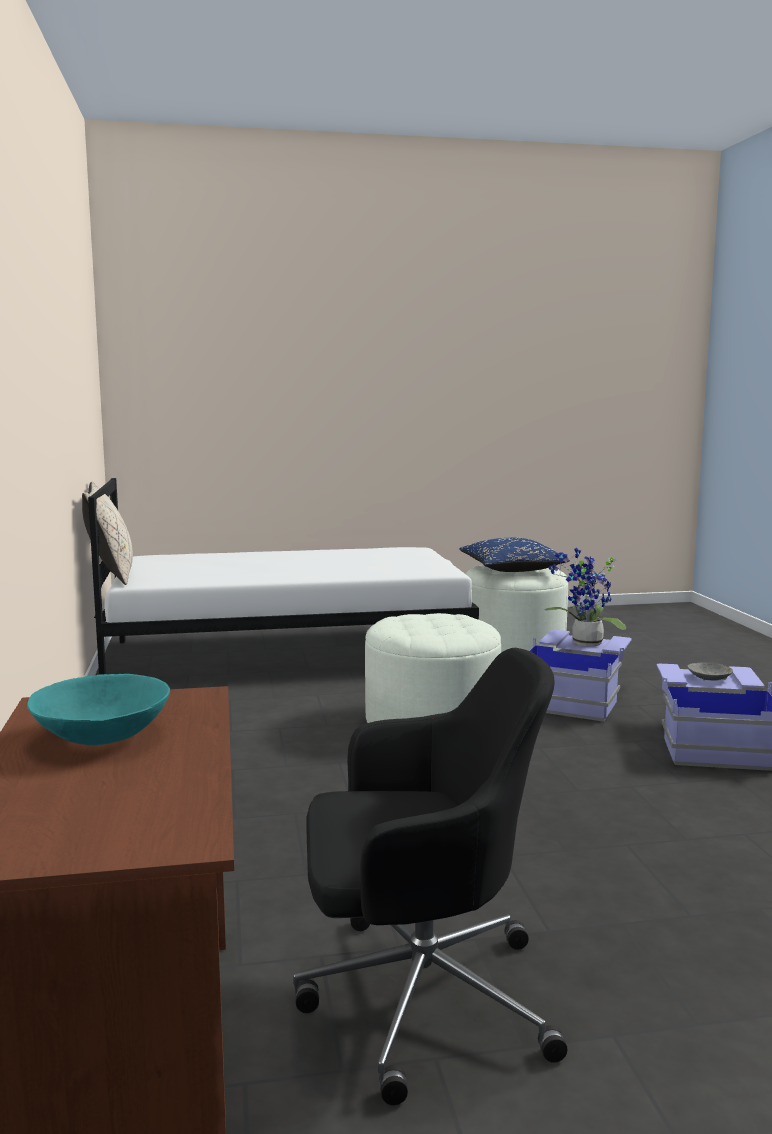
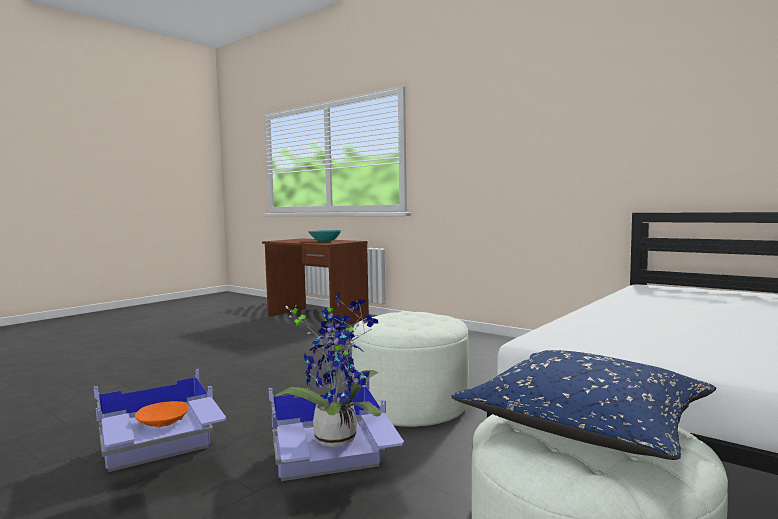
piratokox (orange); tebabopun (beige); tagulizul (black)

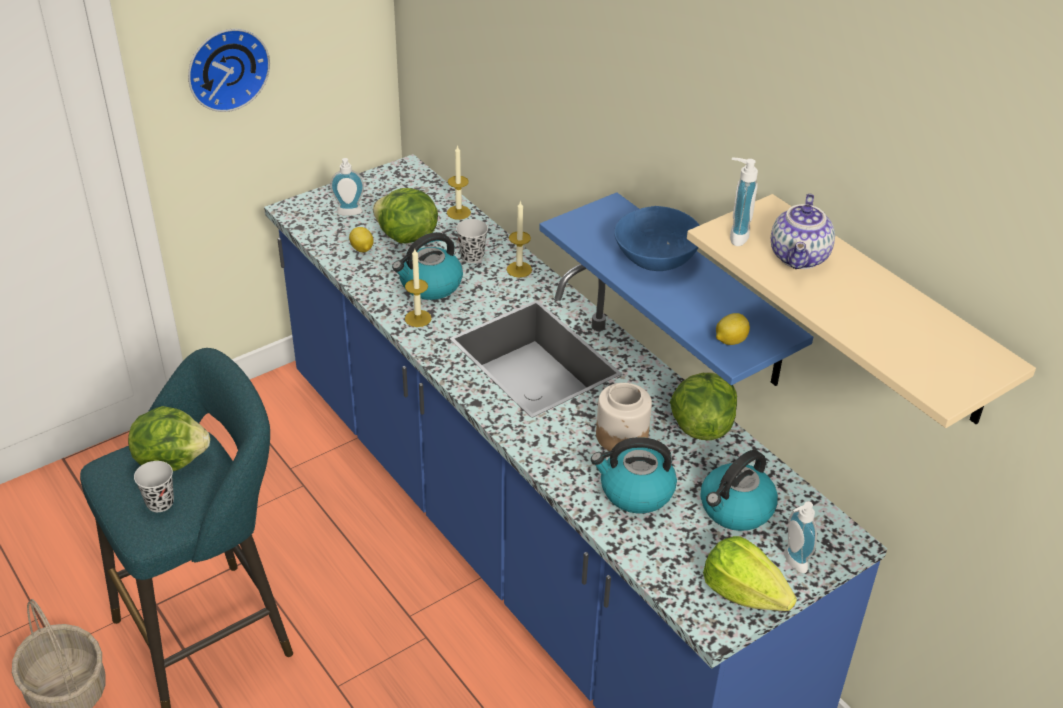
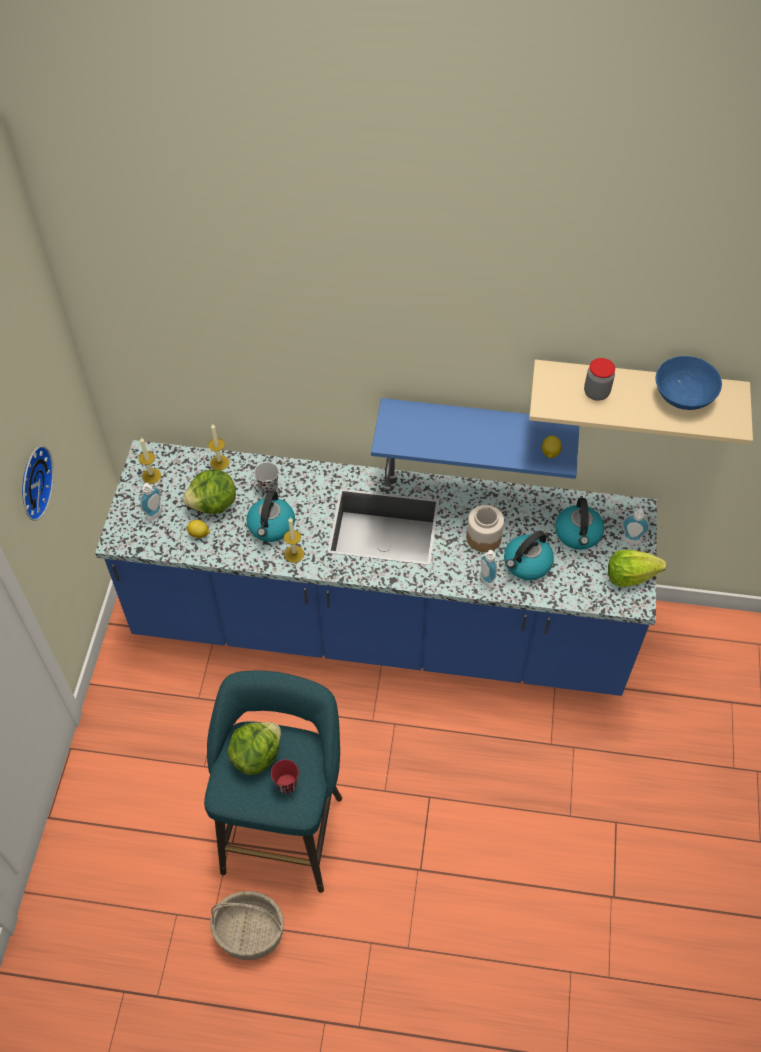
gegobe (no. 1 from left); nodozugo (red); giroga (no. 2 from left); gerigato (no. 2 from left); piratokox (blue); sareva (no. 3 from left in the first image)

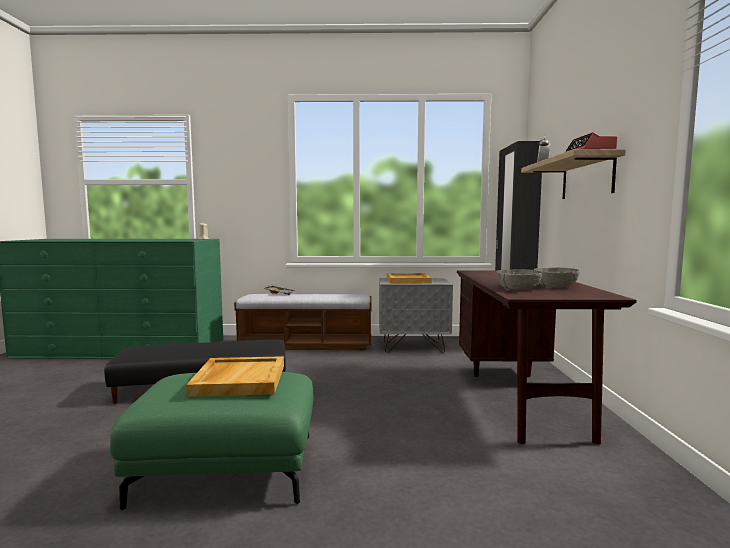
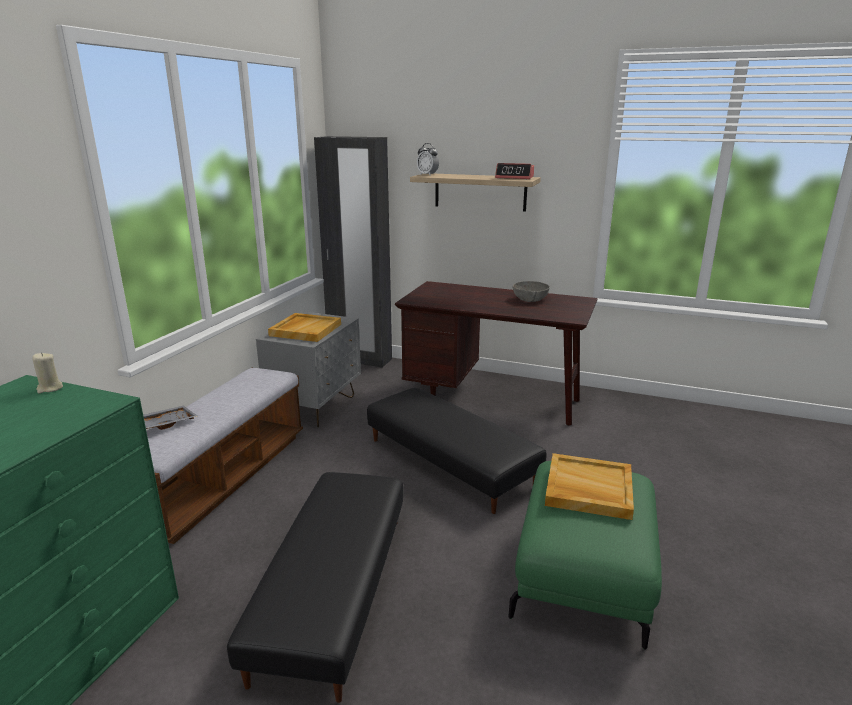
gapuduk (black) (no. 2 from left); piratokox (grey) (no. 1 from left in the first image)

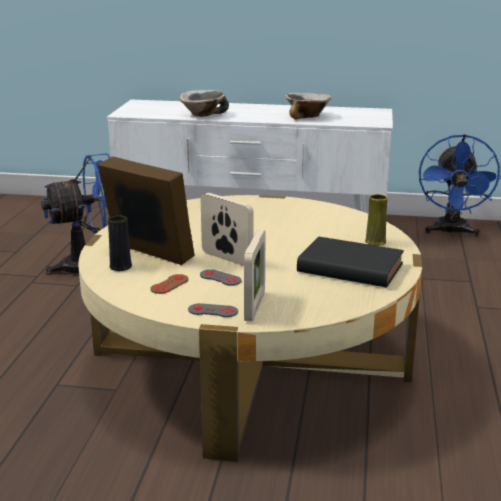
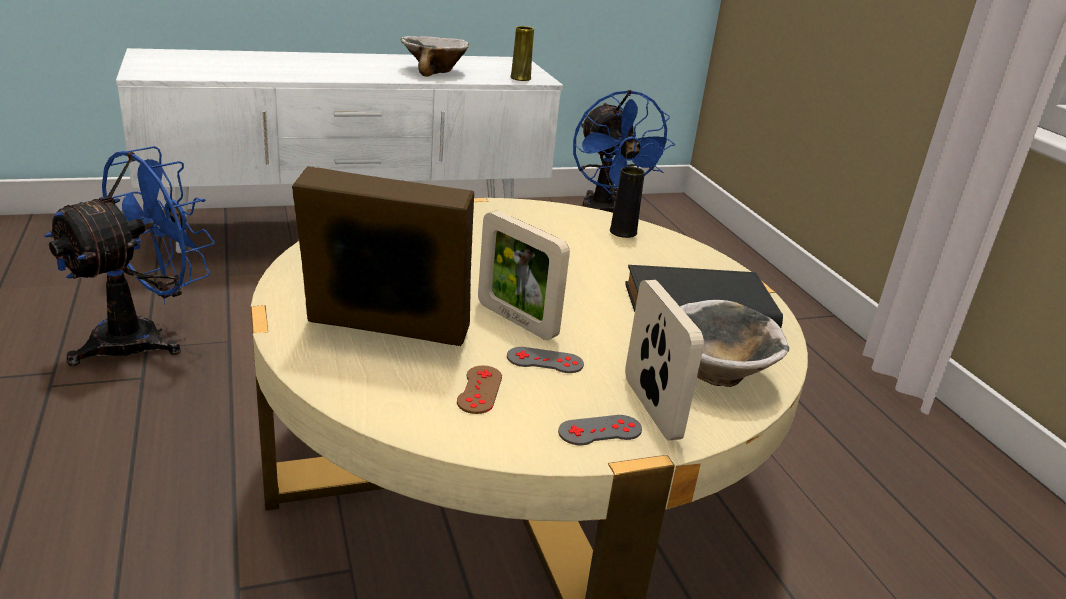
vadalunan (no. 2 from left); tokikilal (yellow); tokikilal (black); piratokox (no. 2 from left)

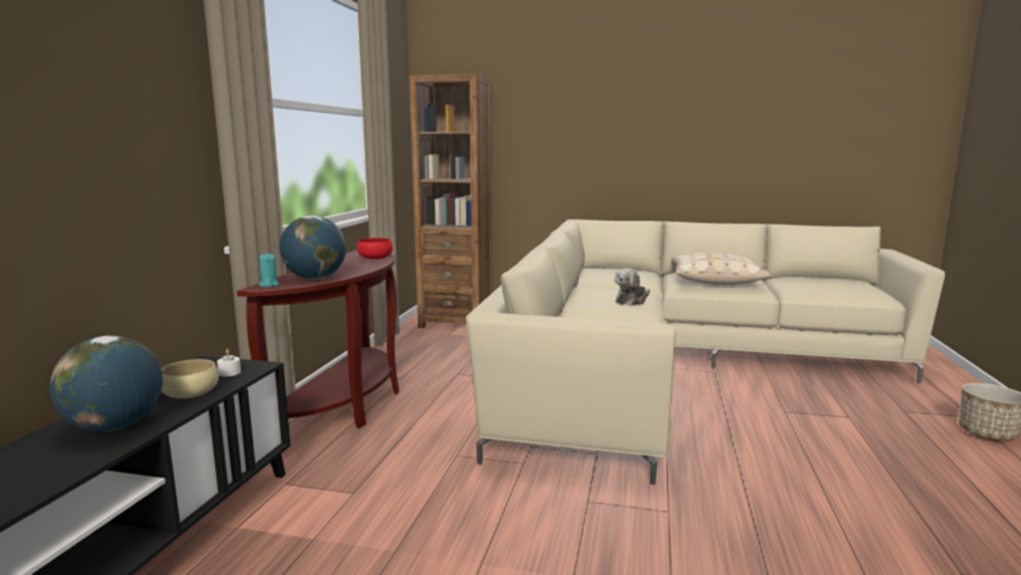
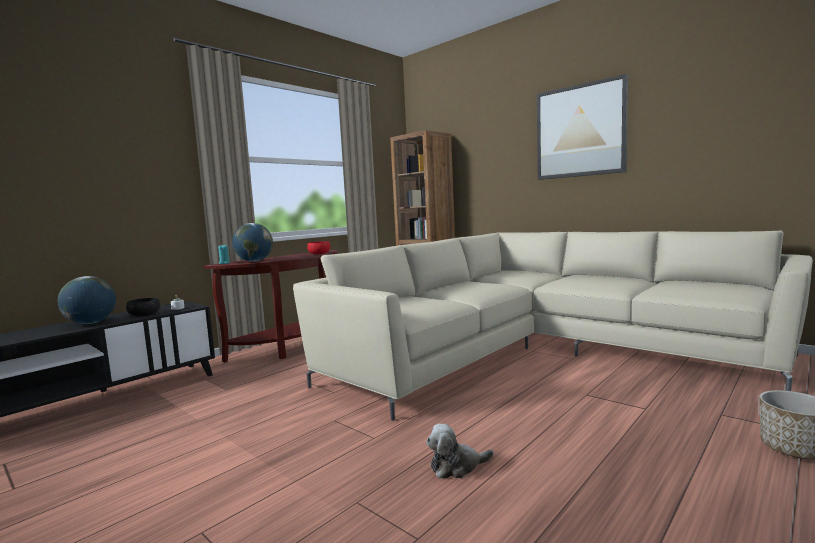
piratokox (black); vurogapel; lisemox; tebabopun (beige)

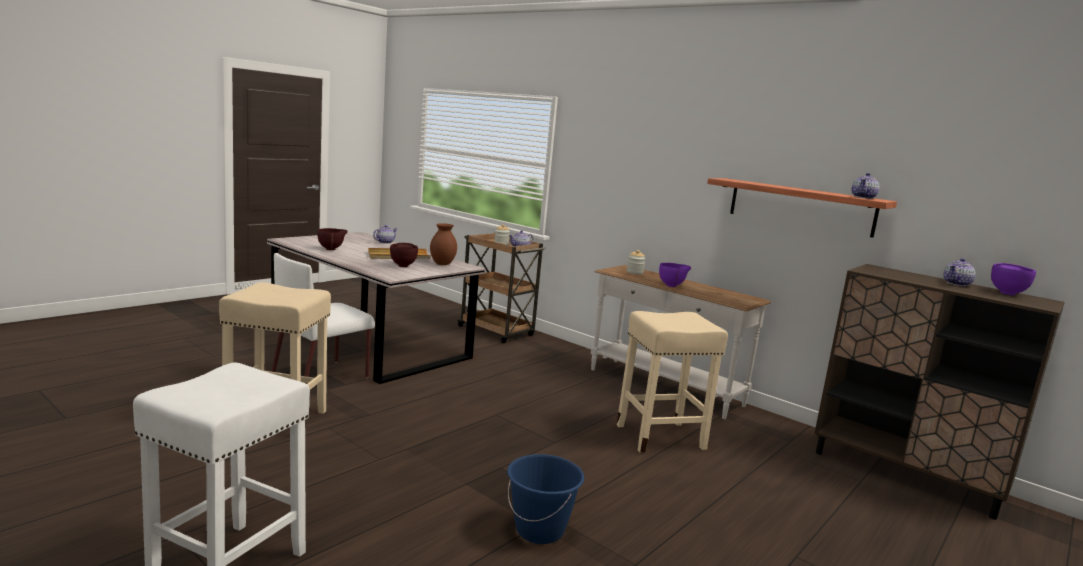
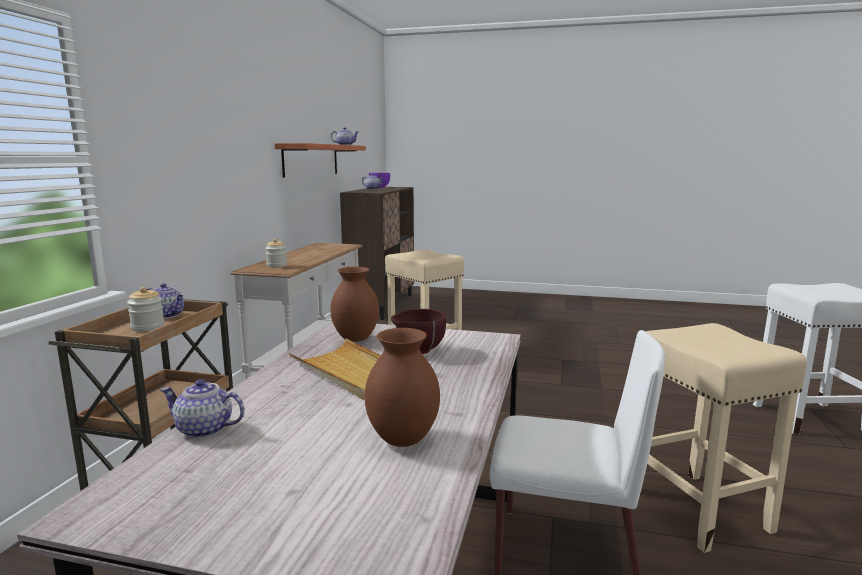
tokikilal (brown) (no. 2 from left); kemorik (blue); piratokox (purple) (no. 1 from left in the first image)

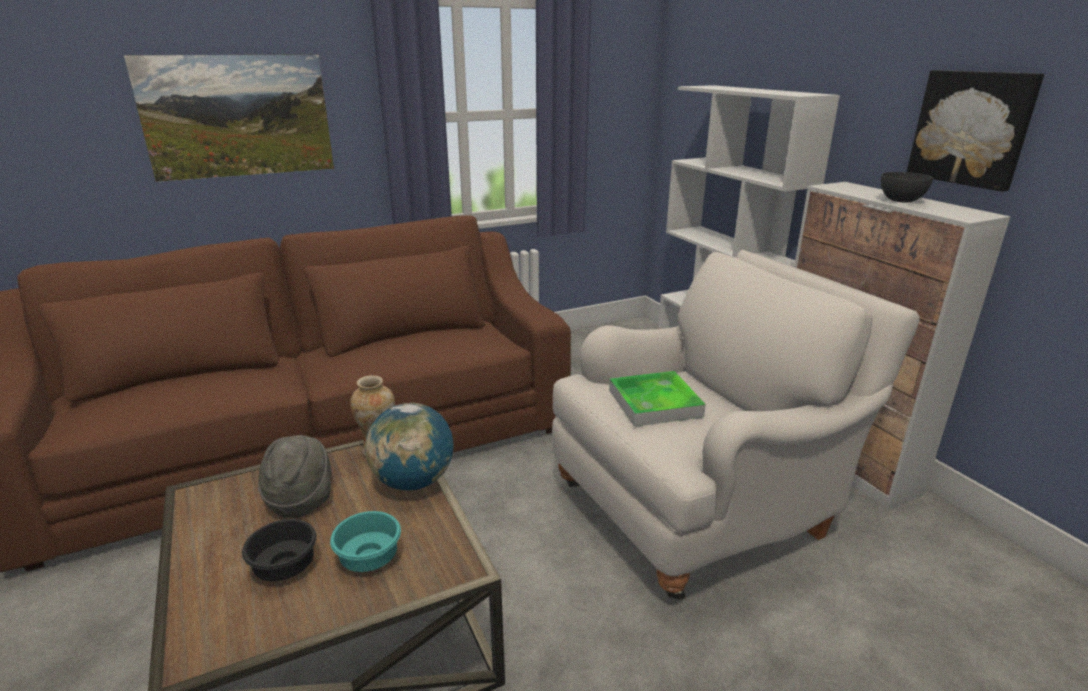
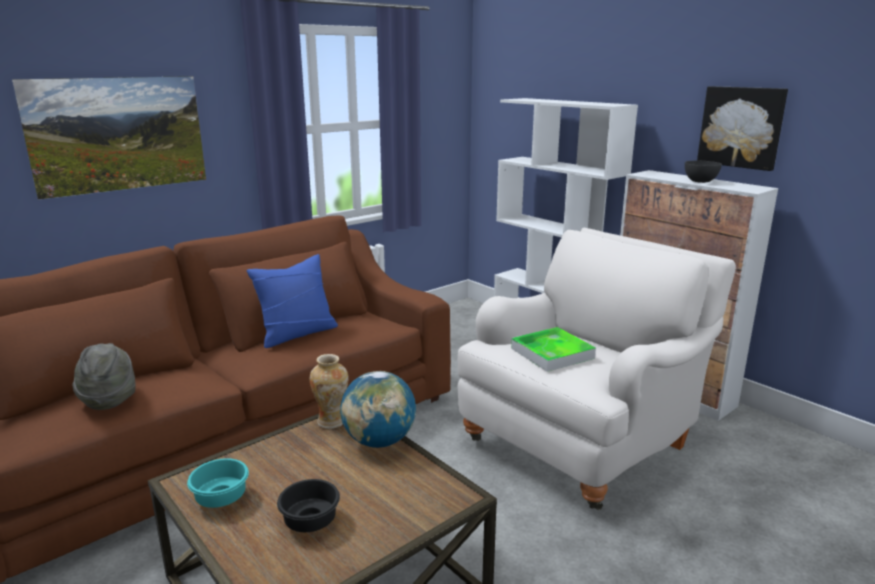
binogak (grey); piratokox (turquoise); tebabopun (blue)

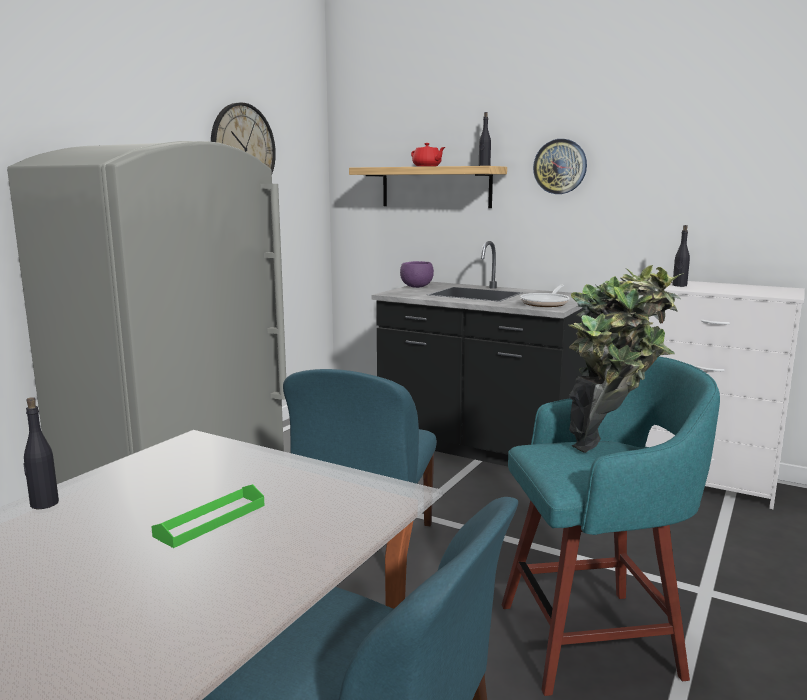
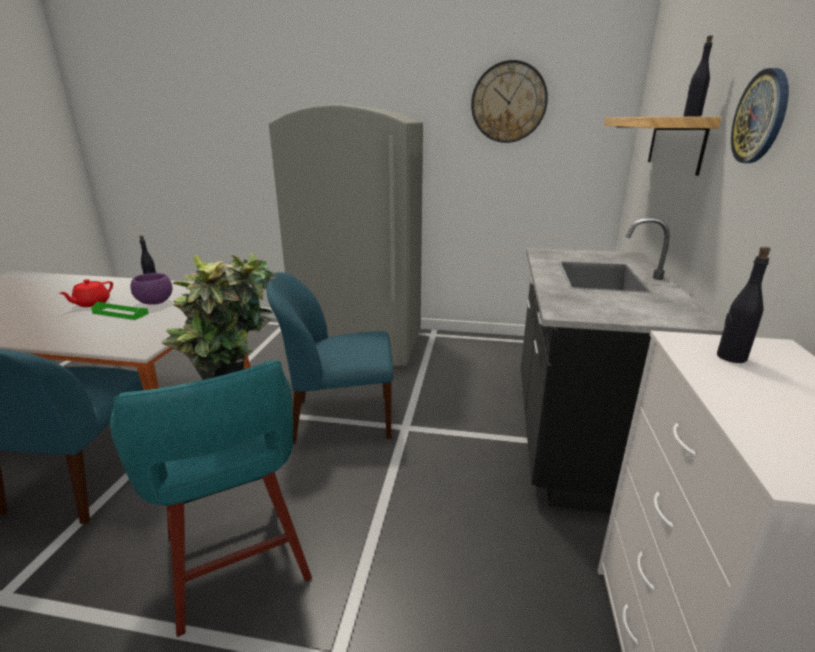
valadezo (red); piratokox (purple); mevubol

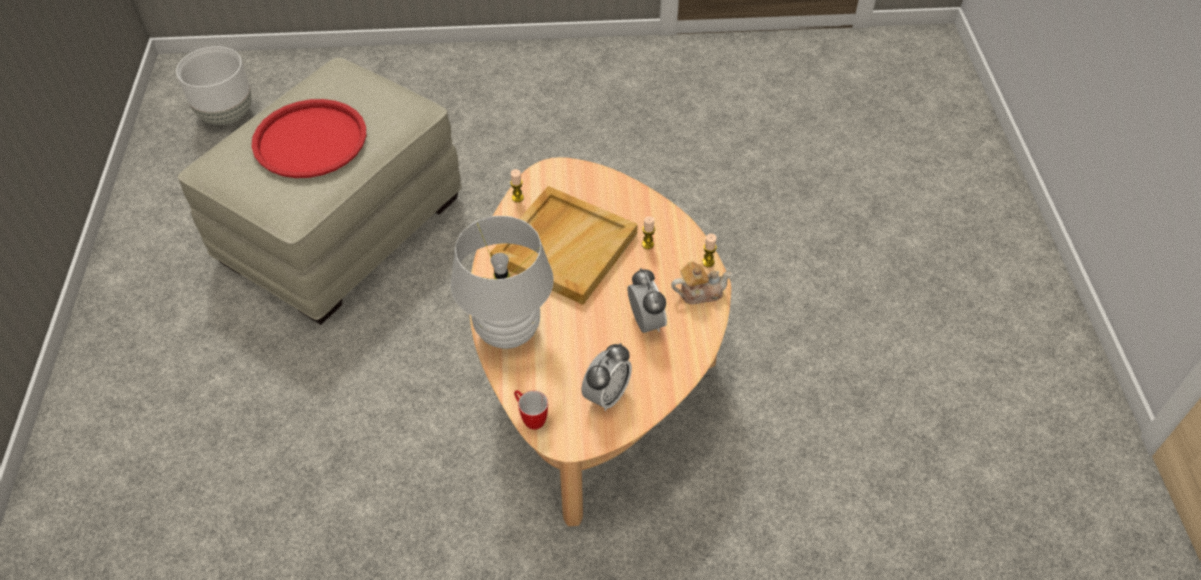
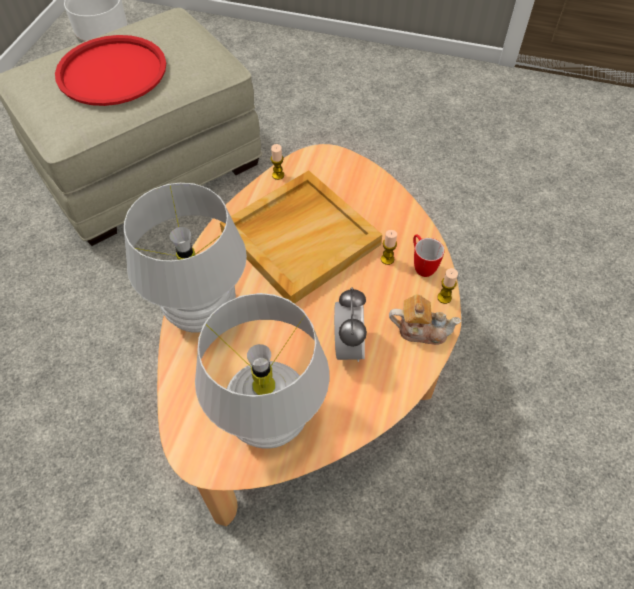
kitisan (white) (no. 2 from left); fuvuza

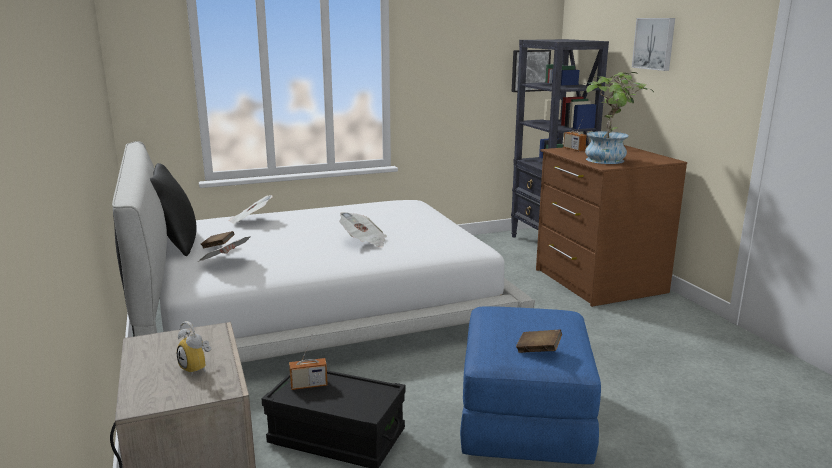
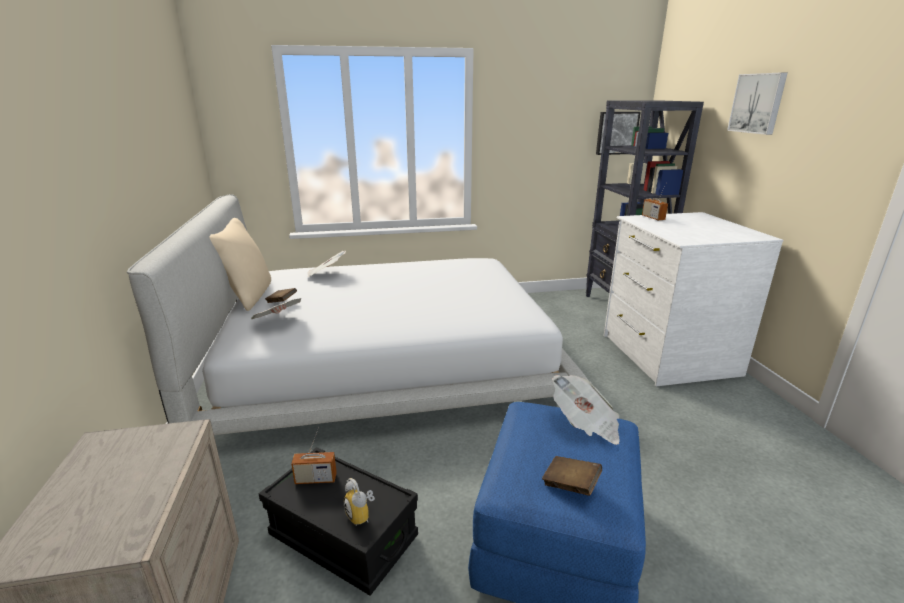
tebabopun (beige); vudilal; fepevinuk (no. 3 from left); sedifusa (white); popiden

